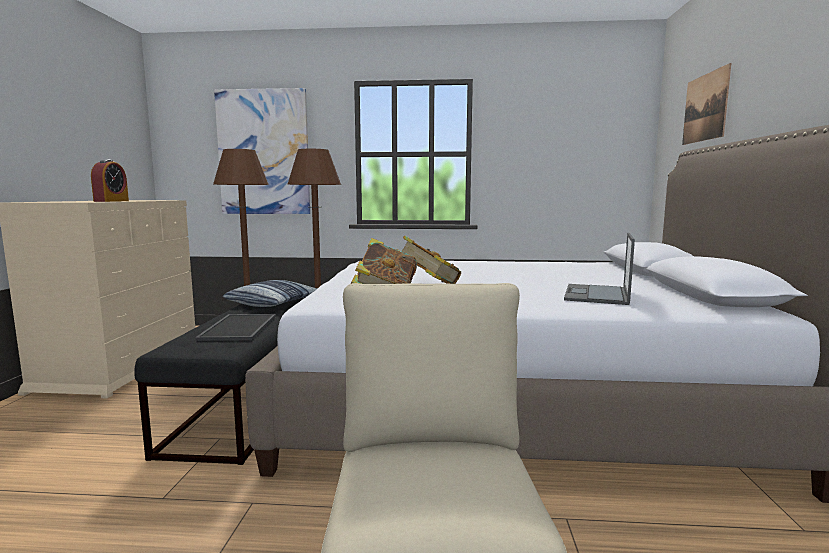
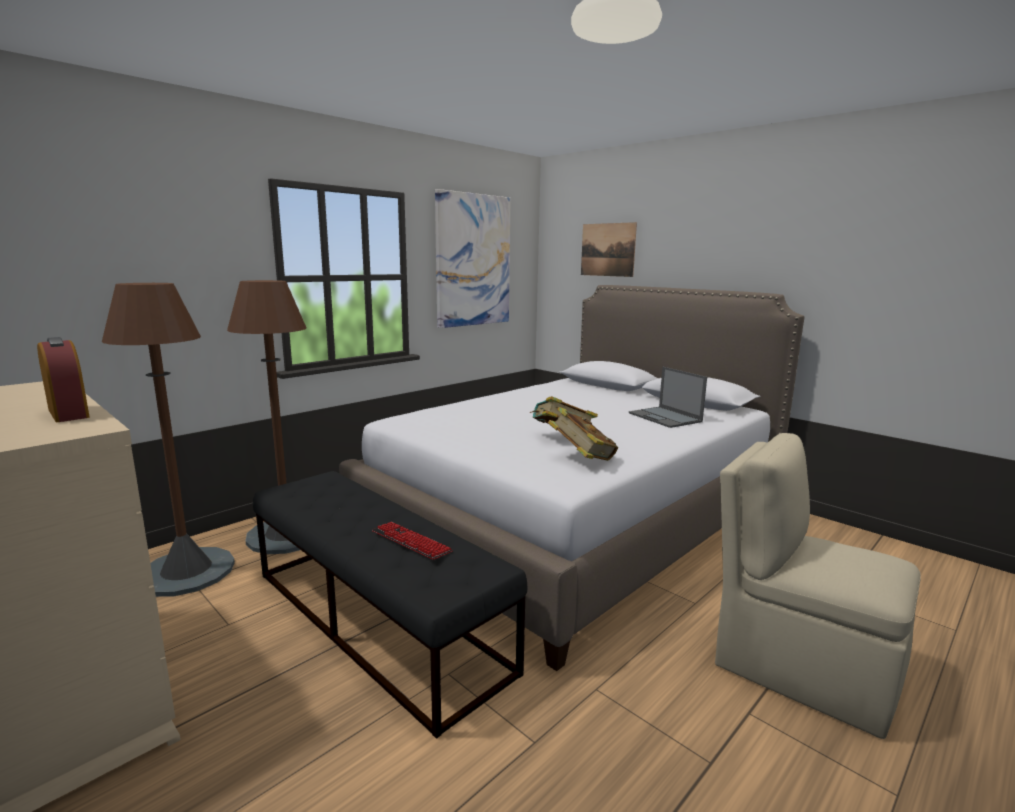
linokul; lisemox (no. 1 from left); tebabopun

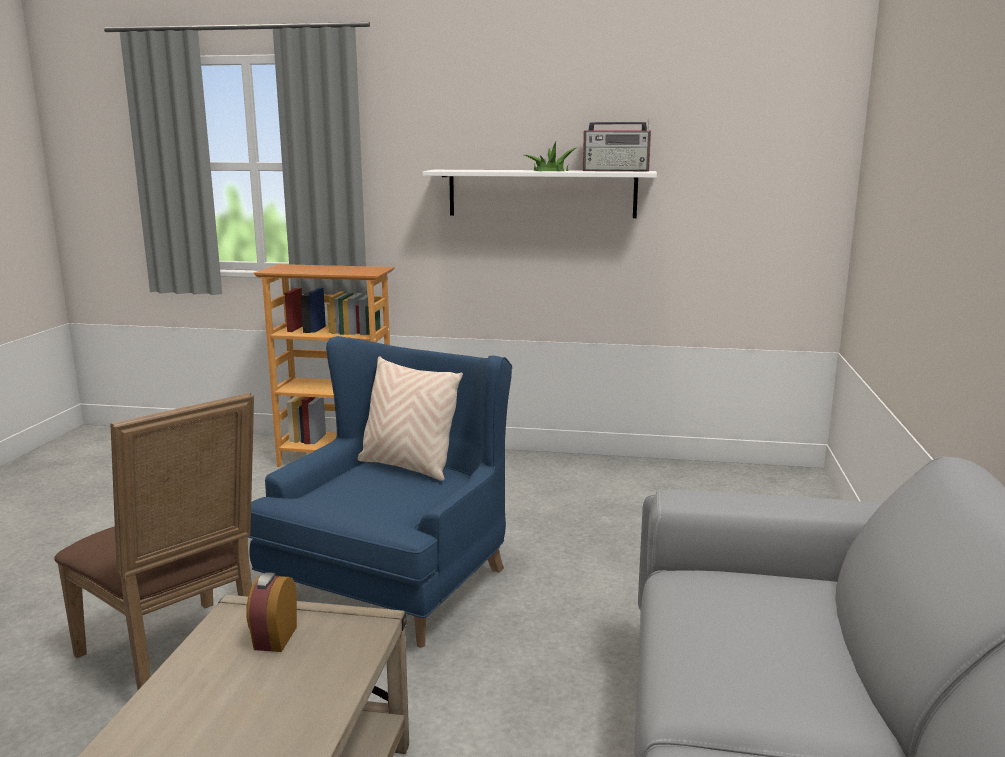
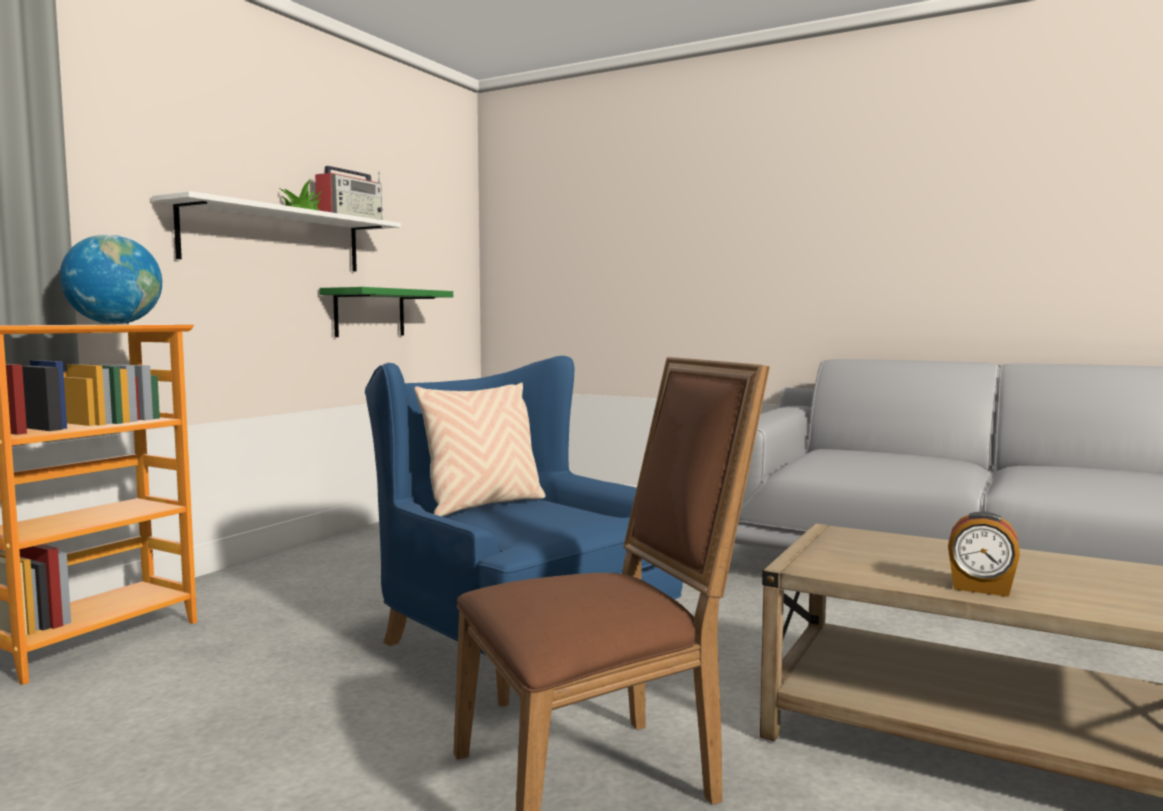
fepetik; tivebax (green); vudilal

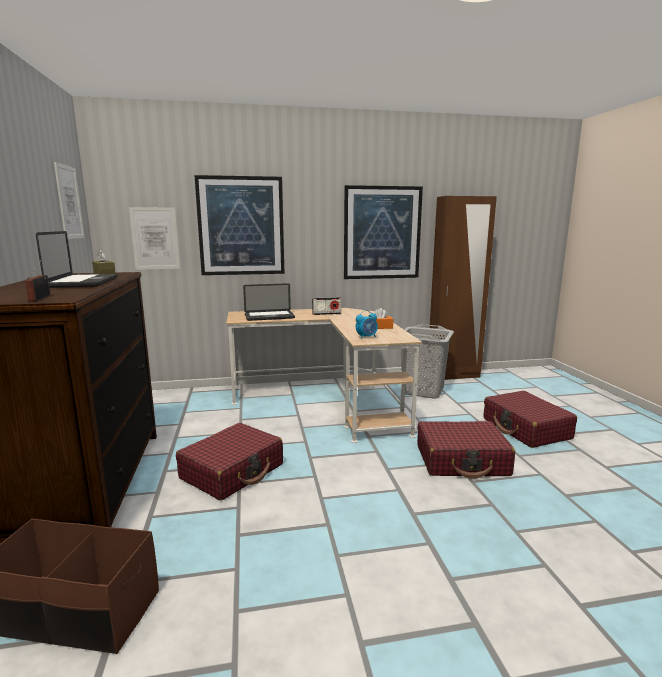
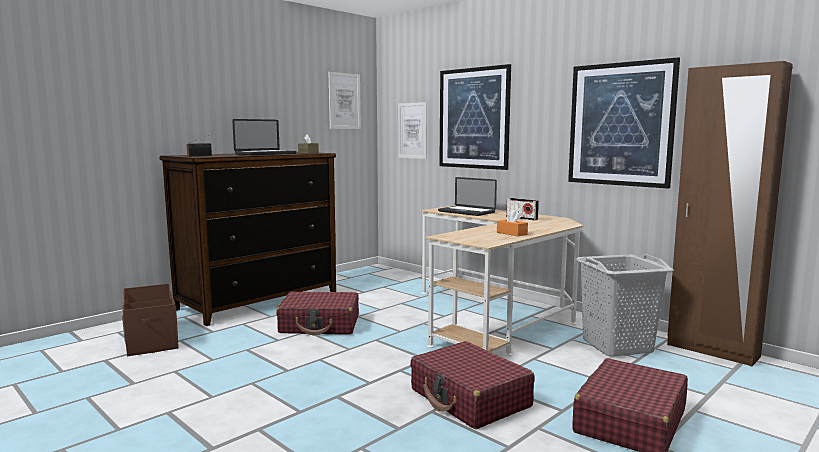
vudilal

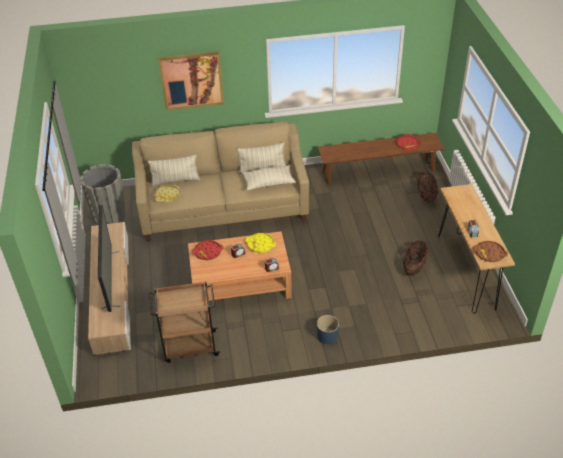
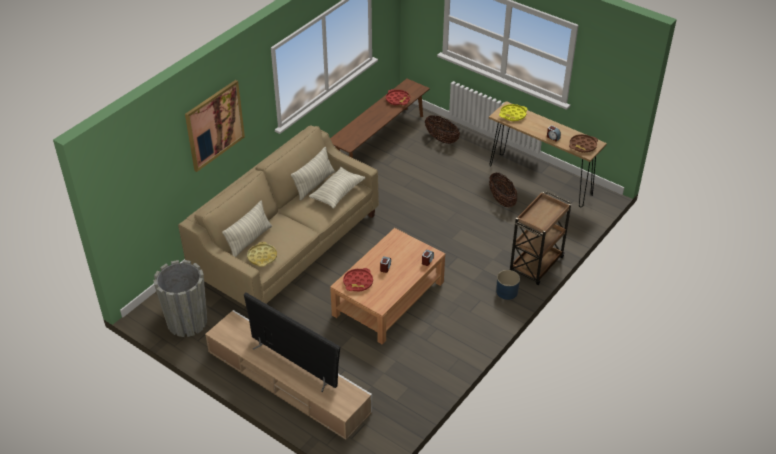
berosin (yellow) (no. 2 from left); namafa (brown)

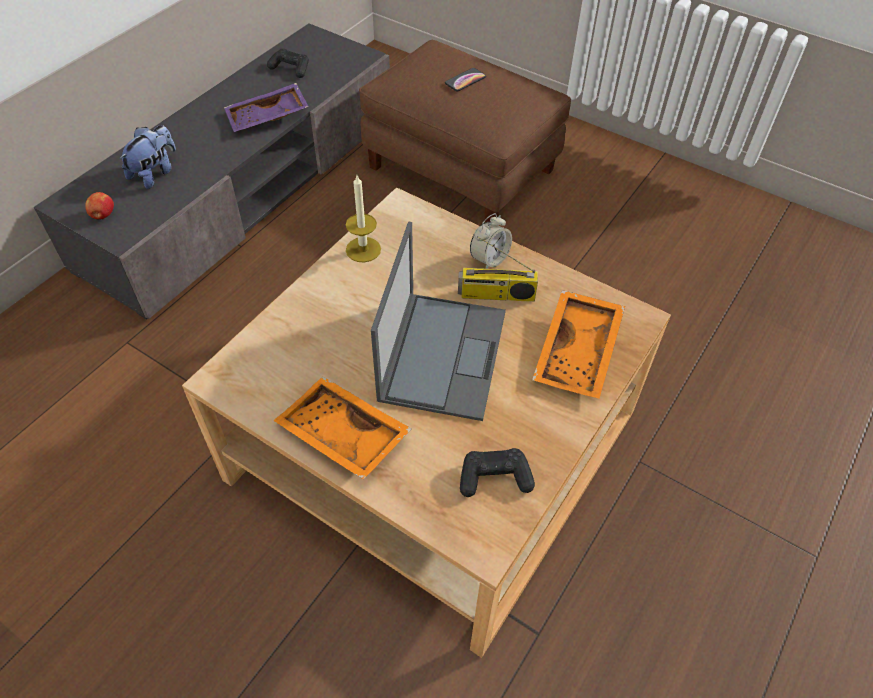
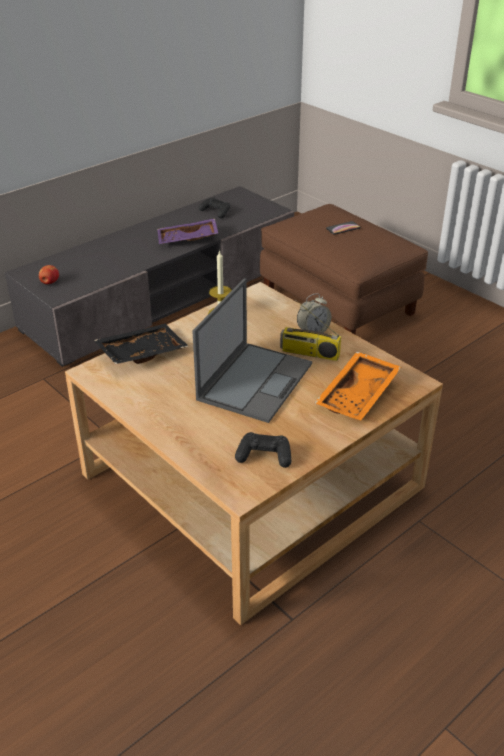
berosin (black); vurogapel; berosin (orange) (no. 1 from left in the first image)

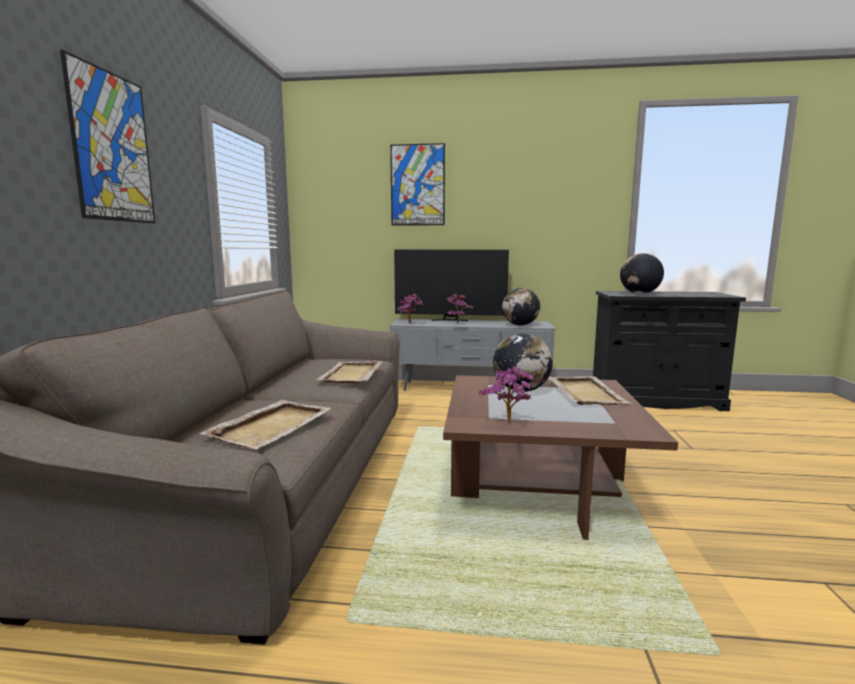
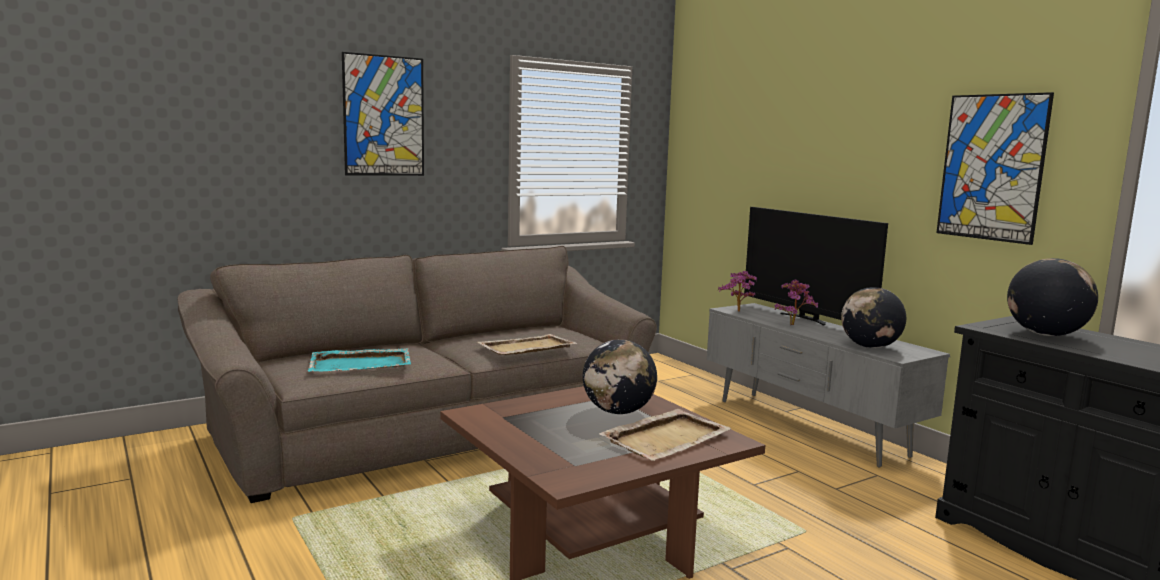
berosin (turquoise); lisemox (no. 2 from left); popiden (no. 3 from left in the first image)

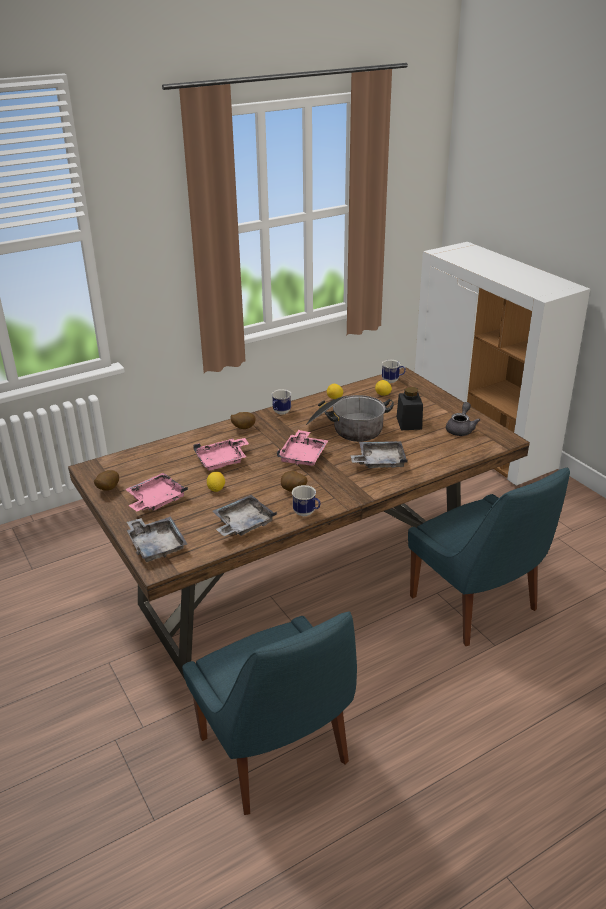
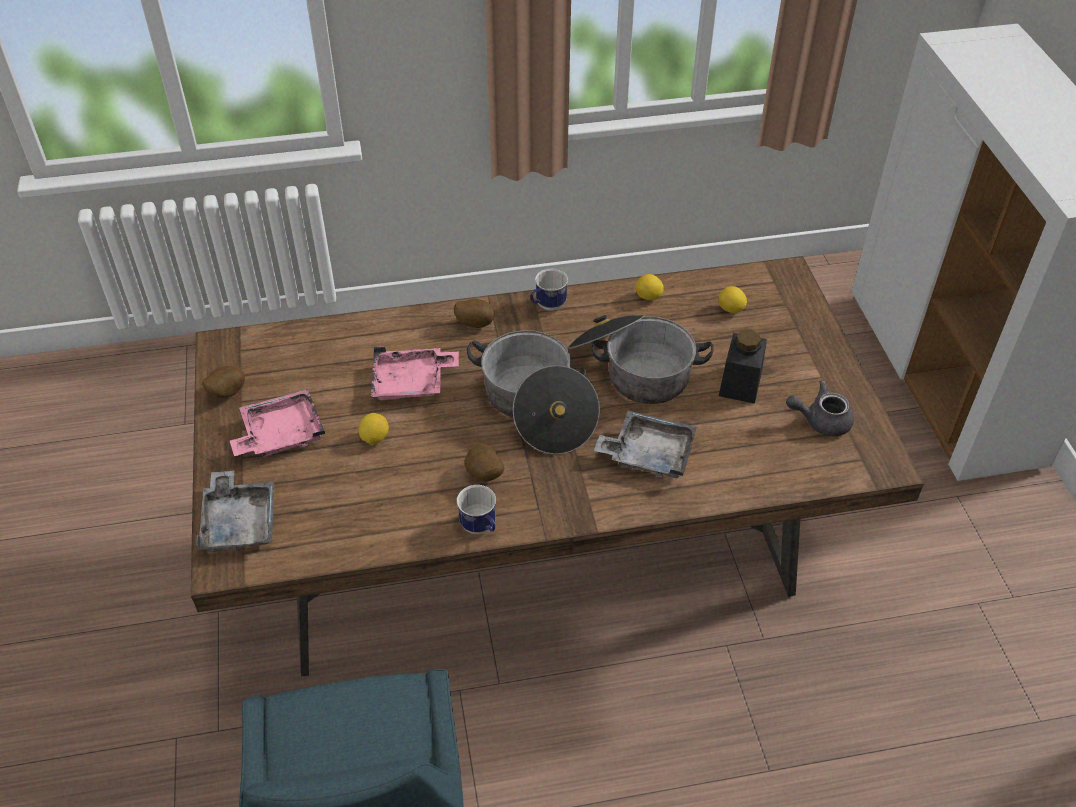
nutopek (no. 1 from left); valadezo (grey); berosin (grey) (no. 2 from left in the first image); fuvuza (no. 3 from left in the first image); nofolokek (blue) (no. 2 from left in the first image)

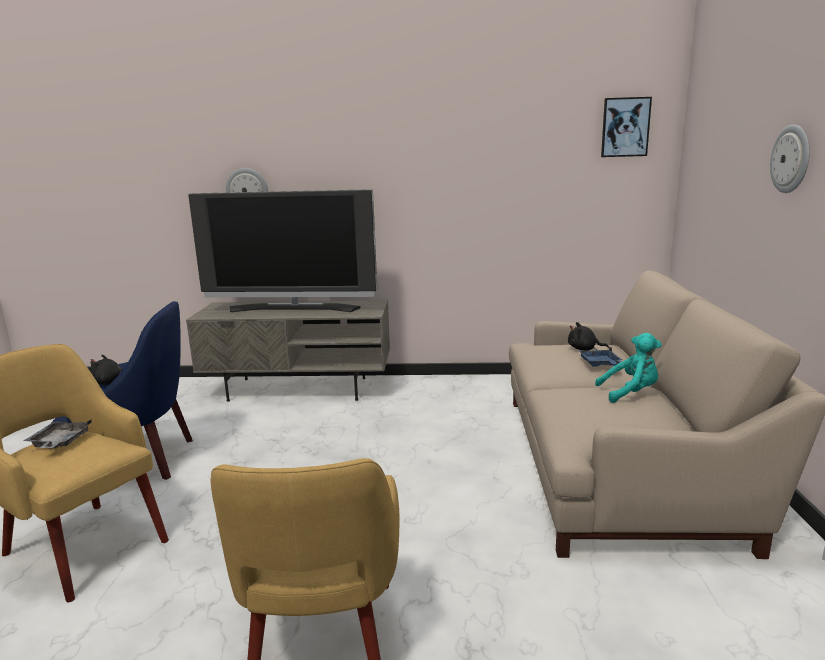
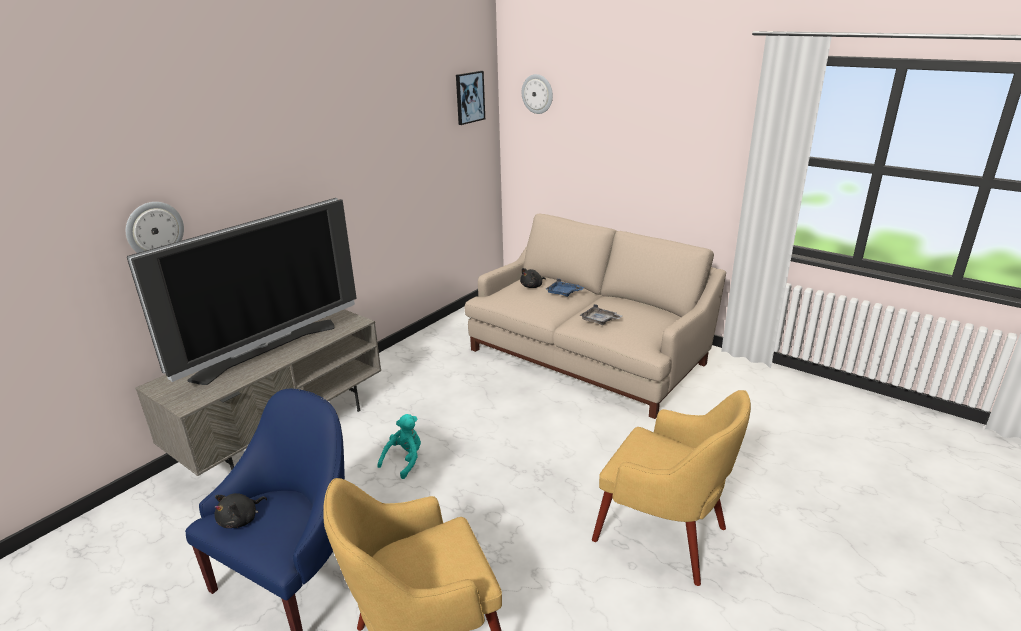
vurogapel (turquoise); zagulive (no. 2 from left); berosin (grey)

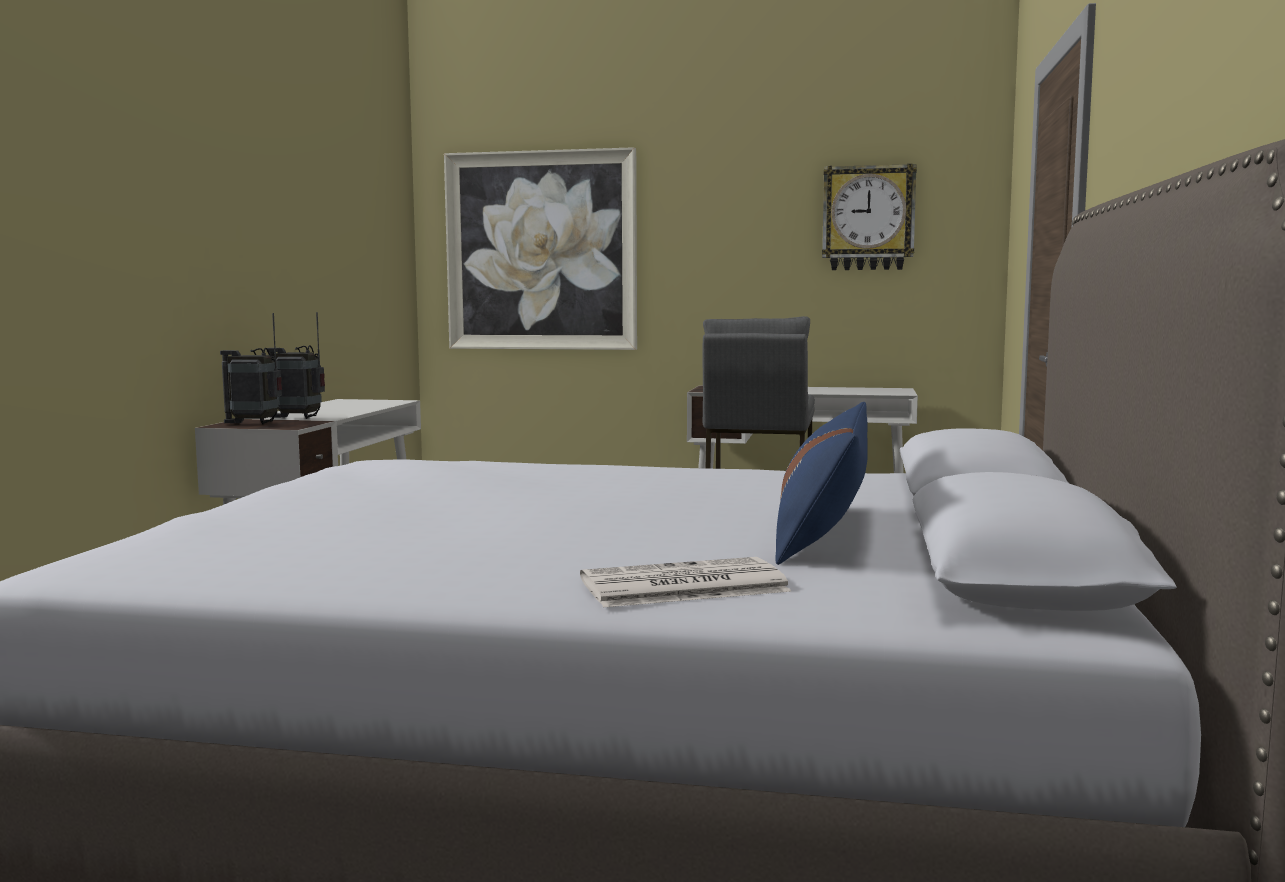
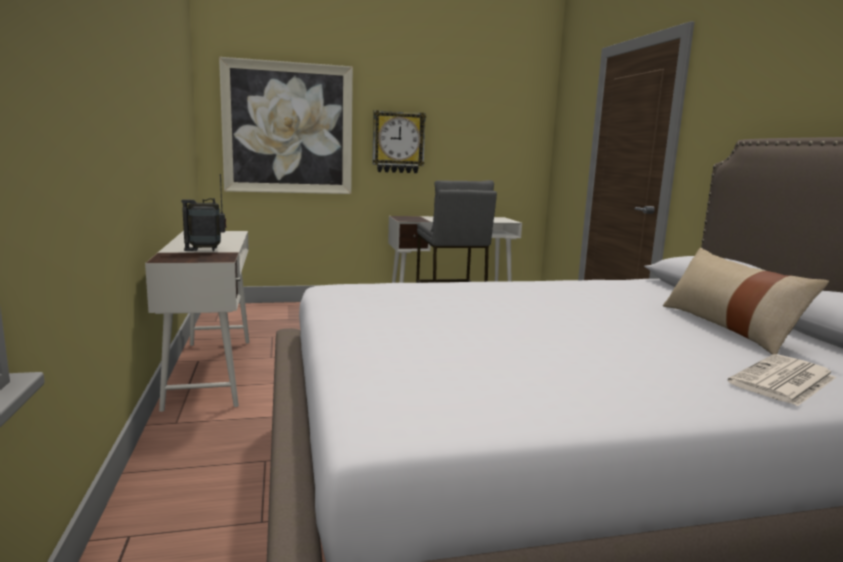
zagulive; tebabopun (beige); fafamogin (no. 1 from left in the first image)

